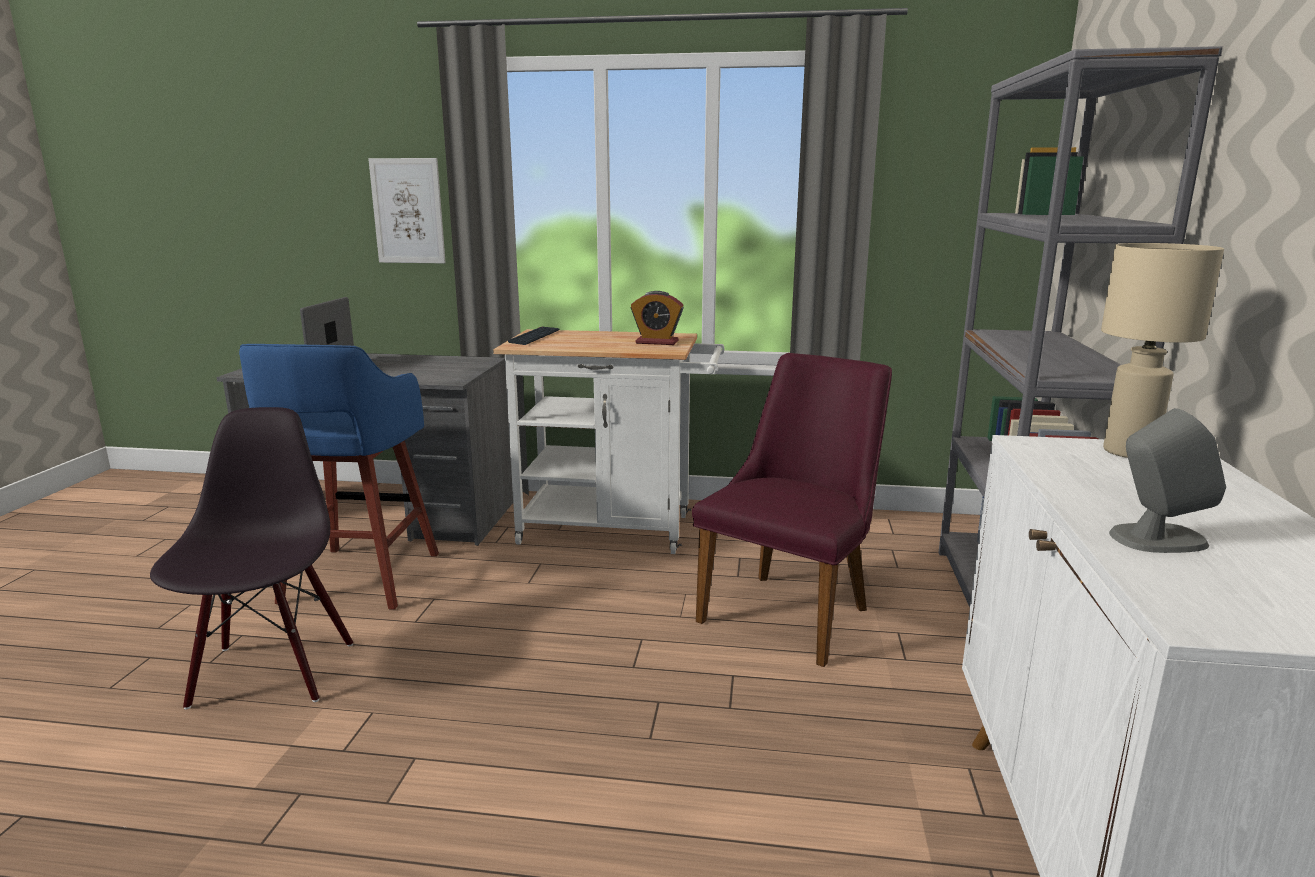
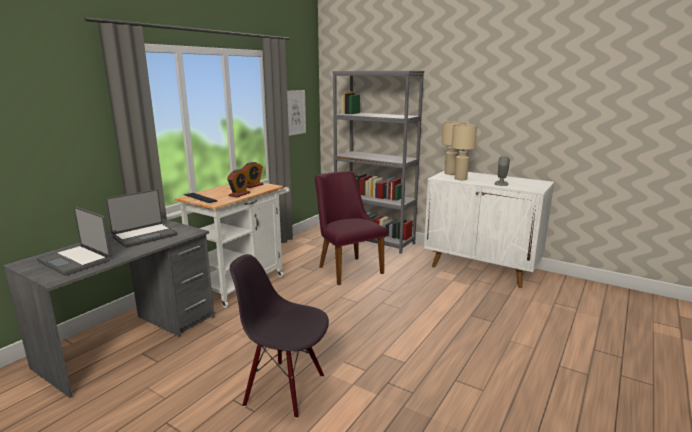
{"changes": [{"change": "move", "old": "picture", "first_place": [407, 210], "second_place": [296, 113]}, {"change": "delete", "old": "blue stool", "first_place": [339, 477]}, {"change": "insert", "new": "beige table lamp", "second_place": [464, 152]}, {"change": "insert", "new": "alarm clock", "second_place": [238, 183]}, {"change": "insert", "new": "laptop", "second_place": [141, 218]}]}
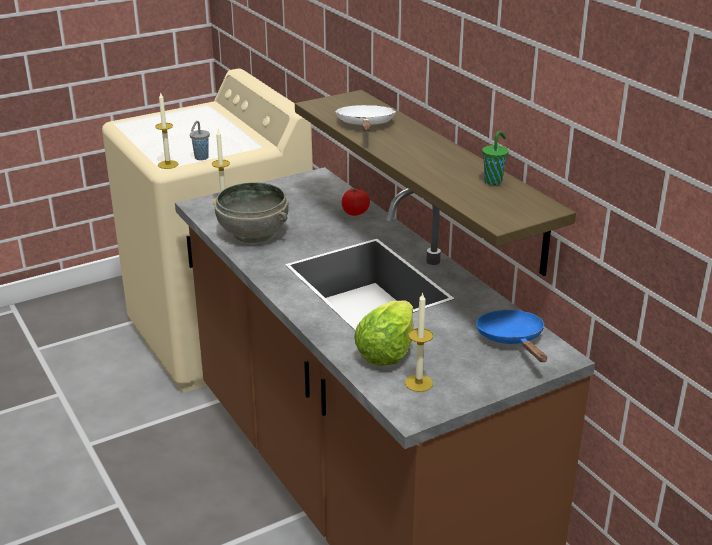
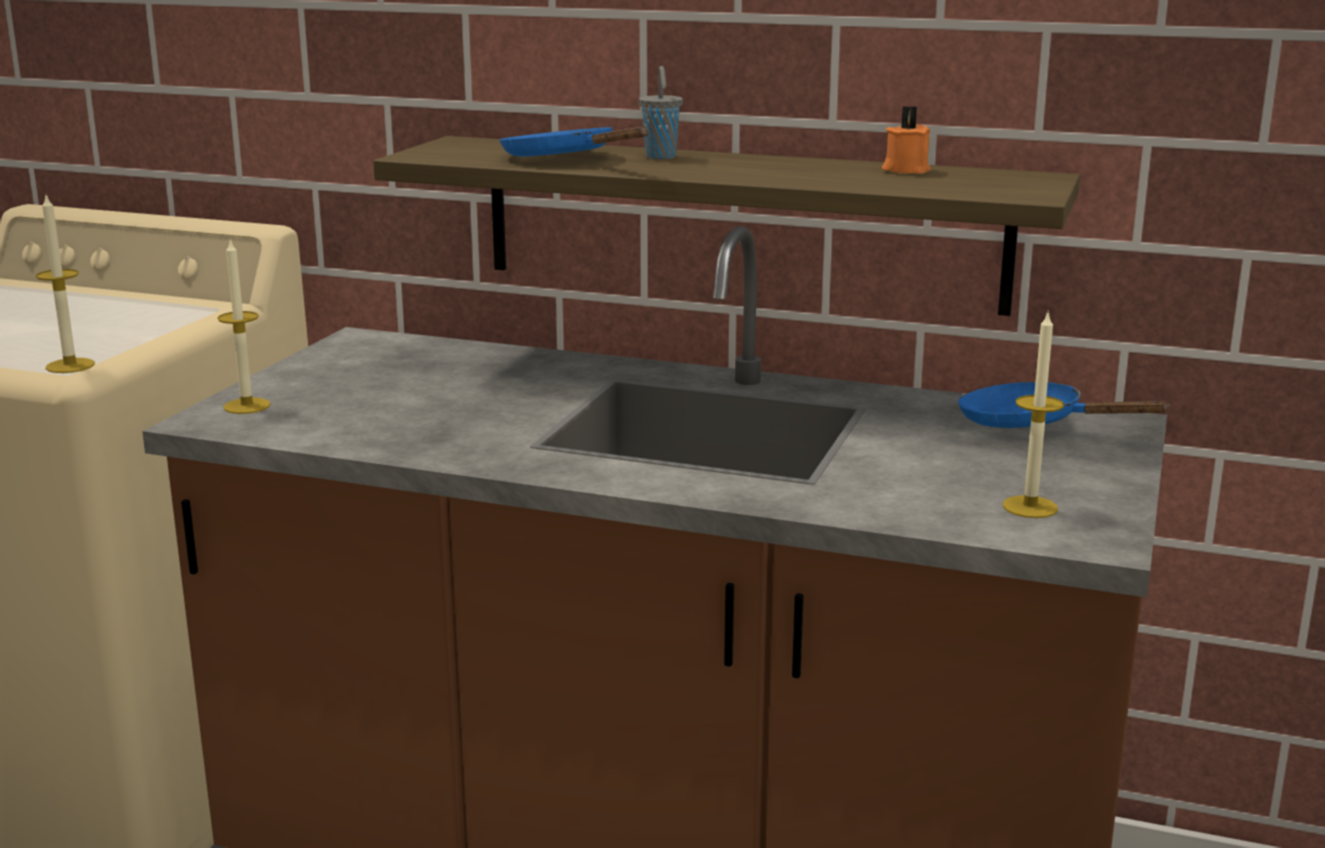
{"changes": [{"change": "recolor", "old": "white frying pan", "new": "blue frying pan", "first_place": [365, 118], "second_place": [573, 142]}, {"change": "move", "old": "grey cup", "first_place": [200, 140], "second_place": [661, 112]}, {"change": "replace", "old": "green cup", "new": "orange candle", "first_place": [495, 158], "second_place": [906, 140]}, {"change": "delete", "old": "grey bowl", "first_place": [252, 212]}, {"change": "delete", "old": "tomato", "first_place": [356, 202]}, {"change": "delete", "old": "lettuce", "first_place": [384, 333]}]}
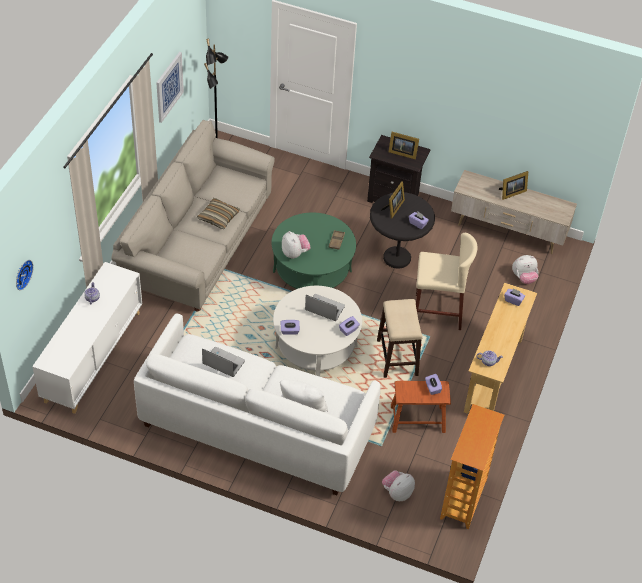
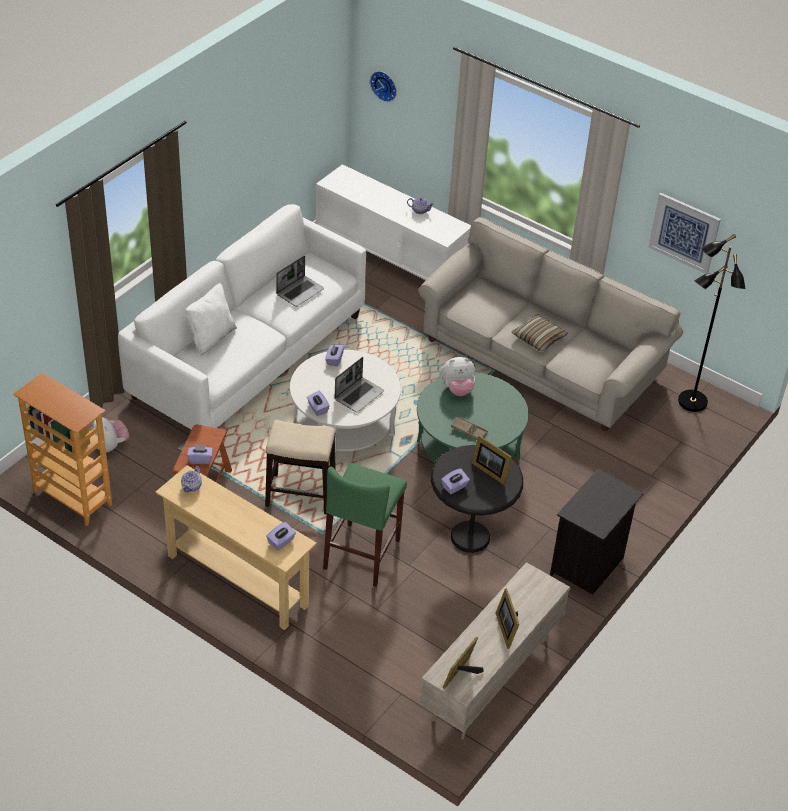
{"changes": [{"change": "move", "old": "picture frame", "first_place": [403, 146], "second_place": [463, 663]}, {"change": "recolor", "old": "beige stool", "new": "green stool", "first_place": [446, 281], "second_place": [365, 525]}, {"change": "delete", "old": "plush toy", "first_place": [525, 269]}]}
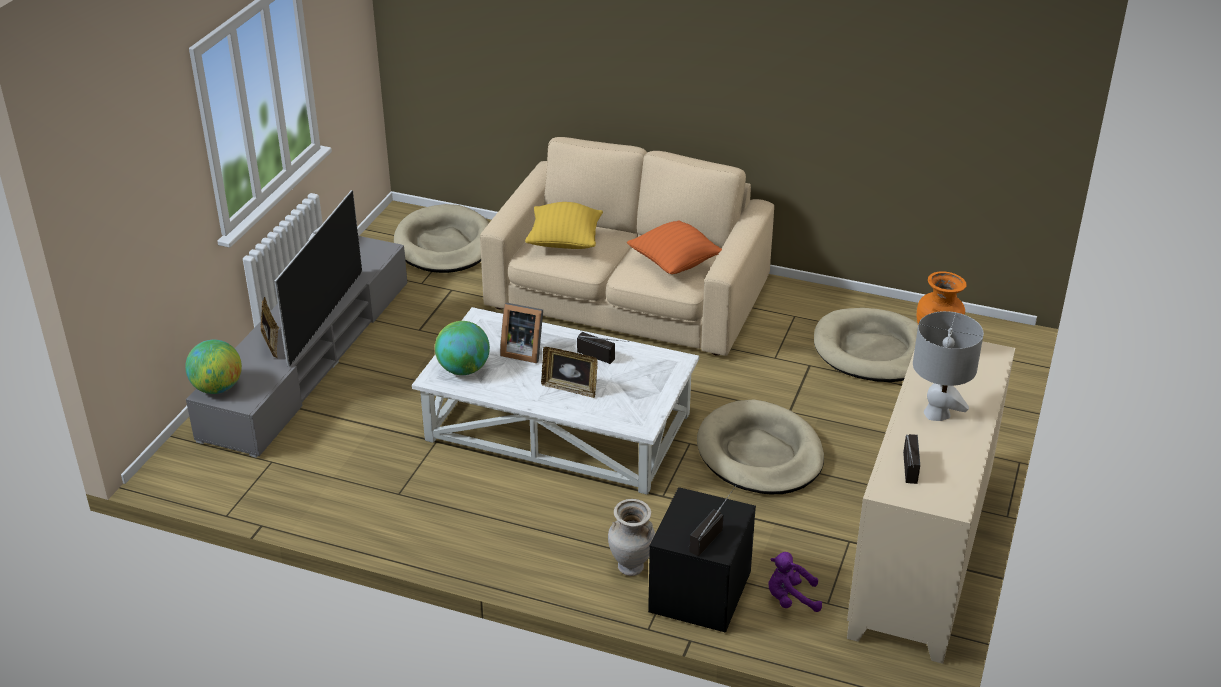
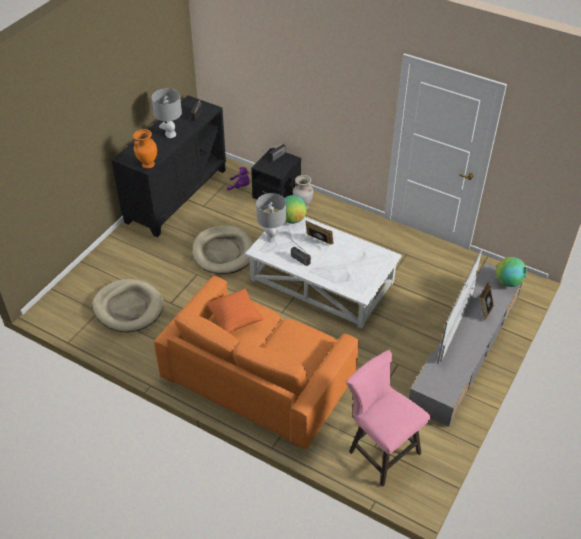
{"changes": [{"change": "recolor", "old": "beige sofa", "new": "orange sofa", "first_place": [627, 246], "second_place": [256, 363]}, {"change": "delete", "old": "yellow pillow", "first_place": [564, 225]}, {"change": "replace", "old": "beige dog bed", "new": "pink stool", "first_place": [441, 238], "second_place": [388, 418]}, {"change": "delete", "old": "picture frame", "first_place": [521, 333]}, {"change": "move", "old": "globe", "first_place": [462, 348], "second_place": [292, 209]}, {"change": "recolor", "old": "beige cabinet", "new": "black cabinet", "first_place": [931, 502], "second_place": [168, 166]}, {"change": "insert", "new": "grey table lamp", "second_place": [271, 218]}]}
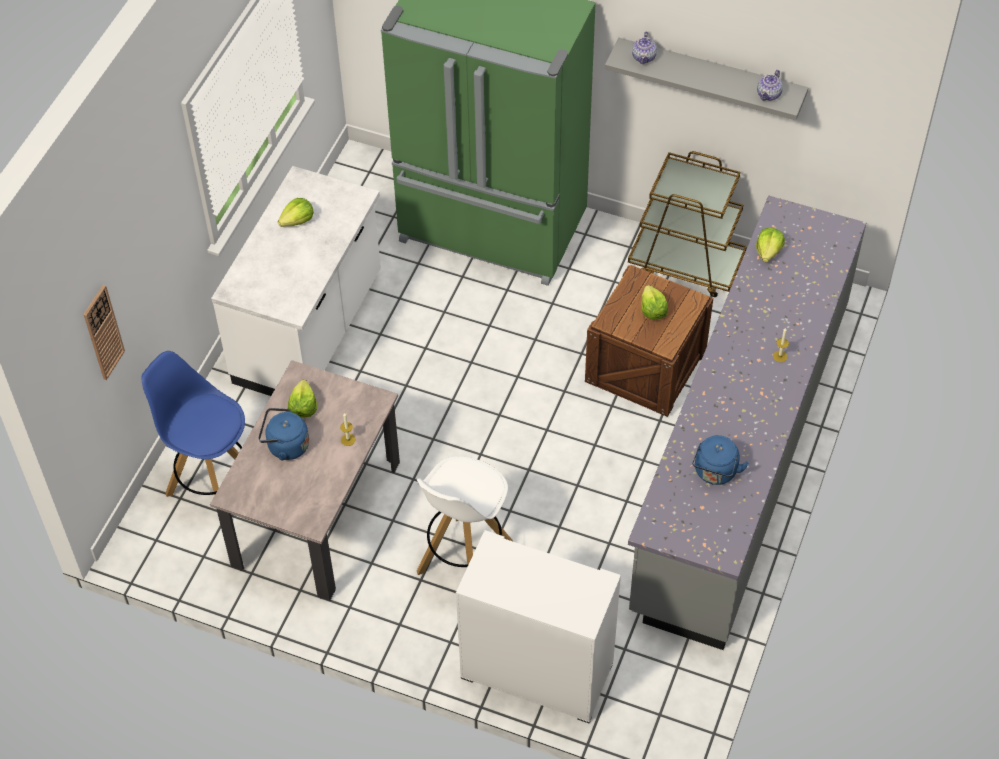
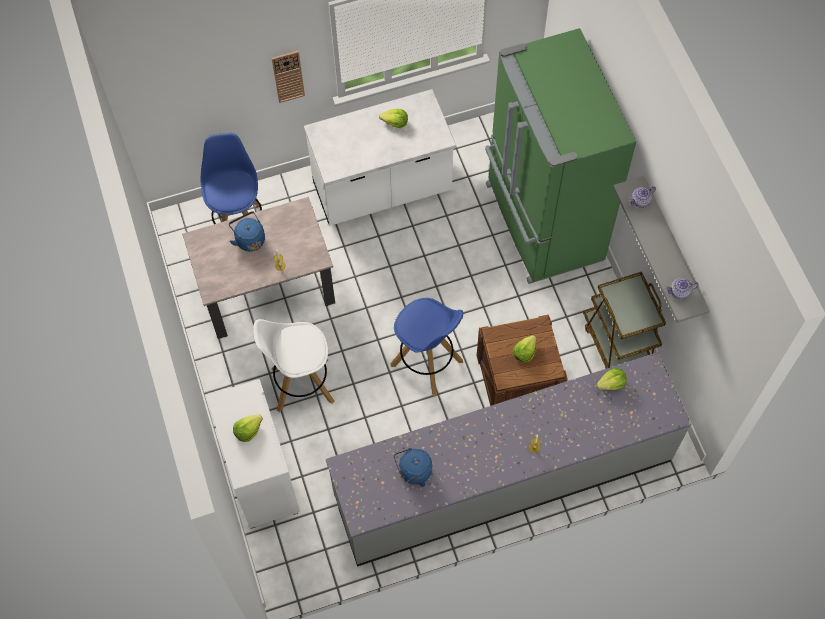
{"changes": [{"change": "move", "old": "wall clock", "first_place": [104, 332], "second_place": [288, 77]}, {"change": "move", "old": "lettuce", "first_place": [302, 399], "second_place": [248, 428]}, {"change": "insert", "new": "blue stool", "second_place": [426, 347]}]}
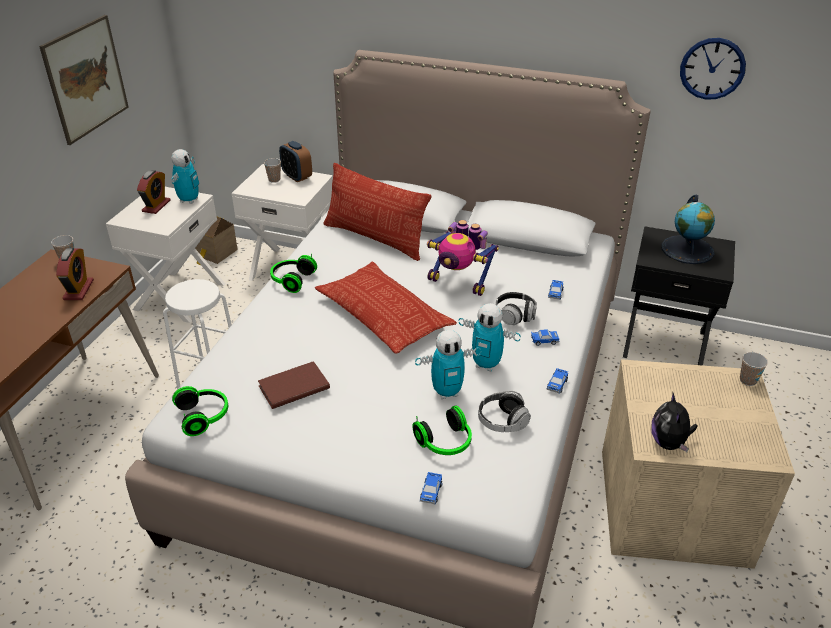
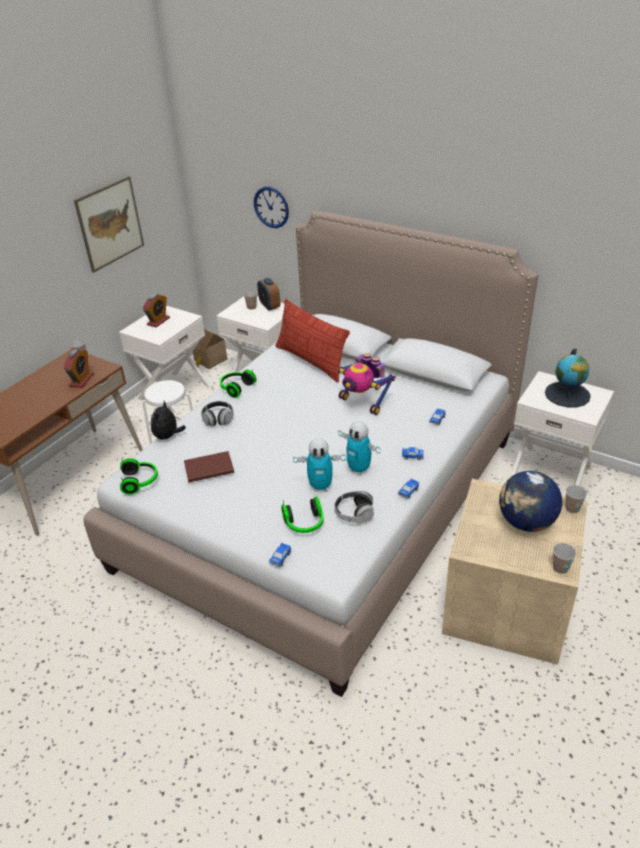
{"changes": [{"change": "move", "old": "wall clock", "first_place": [713, 68], "second_place": [271, 207]}, {"change": "delete", "old": "toy robot", "first_place": [185, 176]}, {"change": "recolor", "old": "black nightstand", "new": "white nightstand", "first_place": [679, 296], "second_place": [562, 428]}, {"change": "delete", "old": "pillow", "first_place": [386, 308]}, {"change": "move", "old": "headphones", "first_place": [516, 308], "second_place": [217, 413]}, {"change": "move", "old": "plush toy", "first_place": [674, 421], "second_place": [168, 420]}, {"change": "insert", "new": "globe", "second_place": [530, 501]}, {"change": "insert", "new": "cup", "second_place": [564, 558]}]}
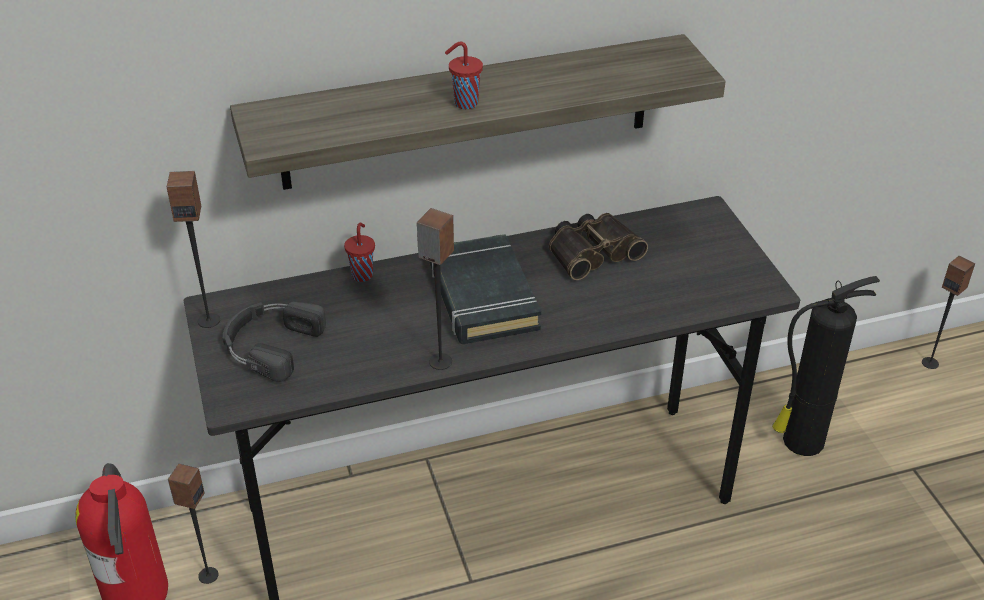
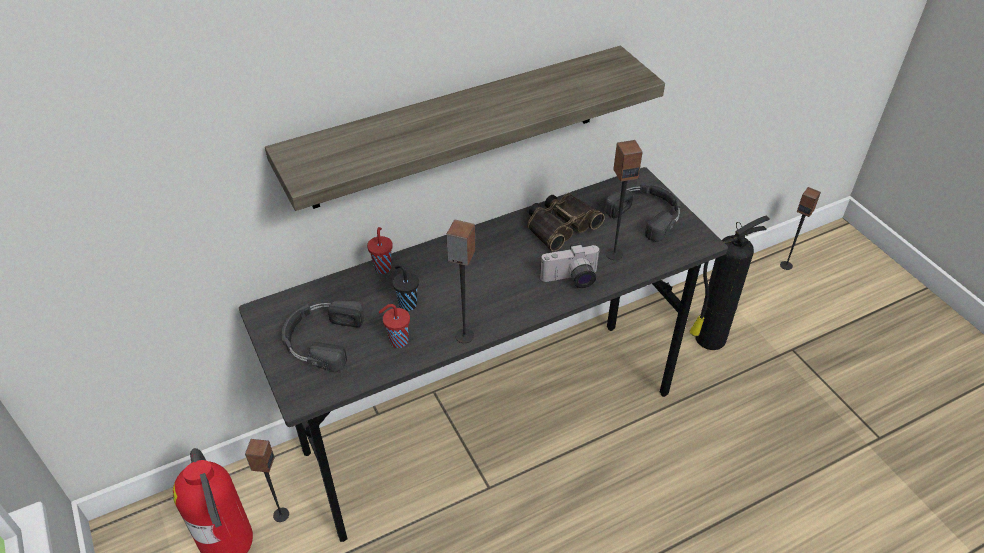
{"changes": [{"change": "move", "old": "red cup", "first_place": [464, 75], "second_place": [394, 326]}, {"change": "move", "old": "speaker", "first_place": [193, 249], "second_place": [624, 200]}, {"change": "delete", "old": "black book", "first_place": [485, 289]}, {"change": "insert", "new": "black headphones", "second_place": [643, 213]}, {"change": "insert", "new": "photo camera", "second_place": [570, 265]}, {"change": "insert", "new": "black cup", "second_place": [406, 288]}]}
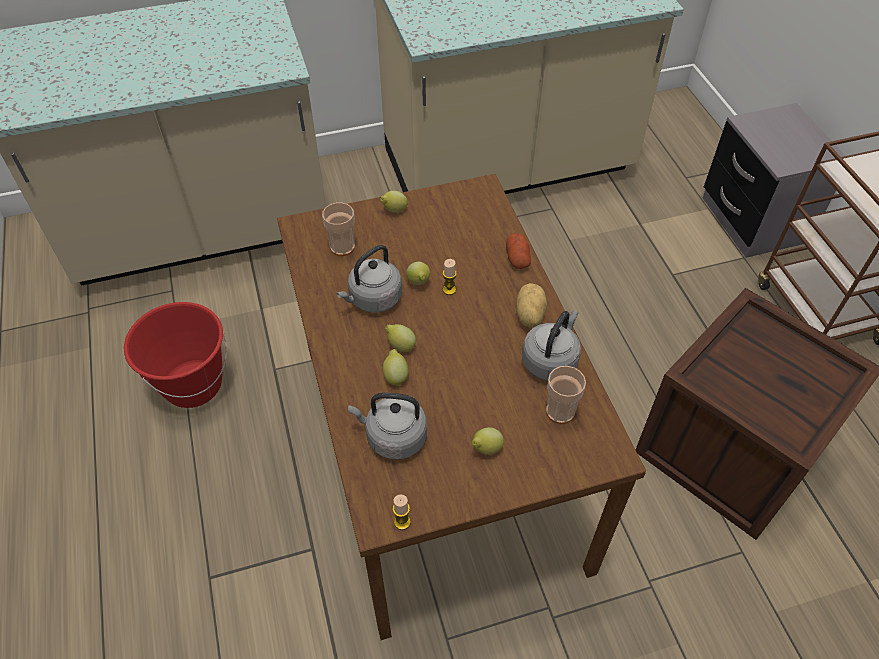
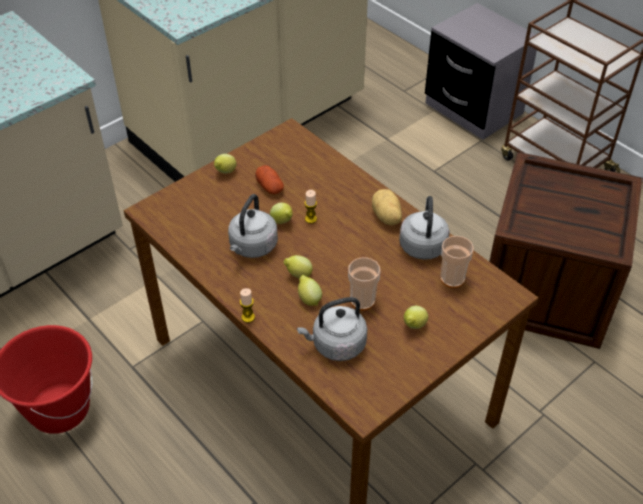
{"changes": [{"change": "move", "old": "cup", "first_place": [338, 229], "second_place": [364, 283]}, {"change": "move", "old": "potato", "first_place": [518, 251], "second_place": [269, 179]}, {"change": "move", "old": "candle", "first_place": [402, 512], "second_place": [247, 305]}]}
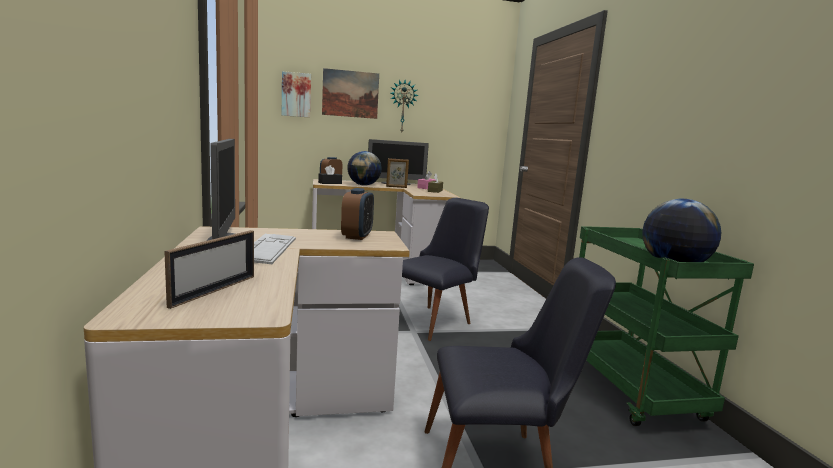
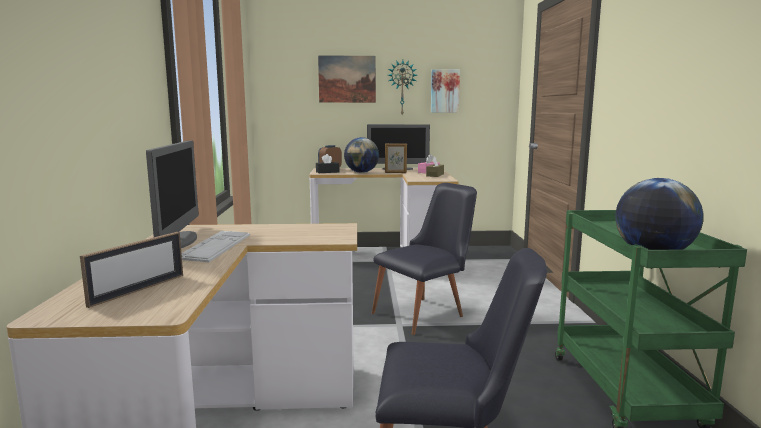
{"changes": [{"change": "move", "old": "picture", "first_place": [296, 94], "second_place": [445, 91]}, {"change": "delete", "old": "alarm clock", "first_place": [357, 214]}]}
